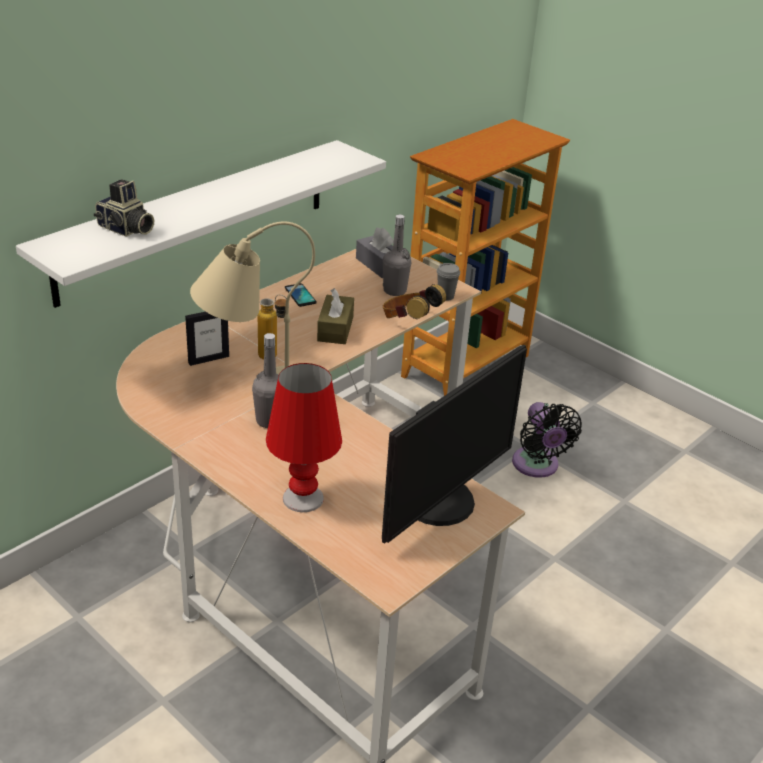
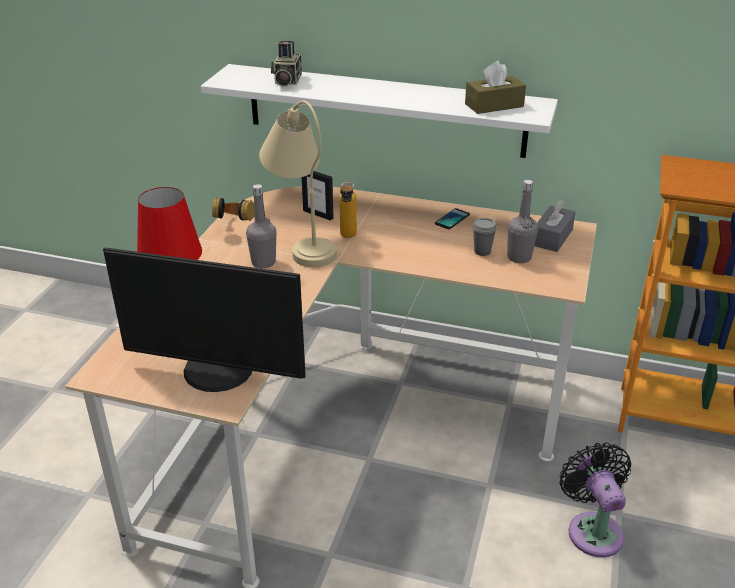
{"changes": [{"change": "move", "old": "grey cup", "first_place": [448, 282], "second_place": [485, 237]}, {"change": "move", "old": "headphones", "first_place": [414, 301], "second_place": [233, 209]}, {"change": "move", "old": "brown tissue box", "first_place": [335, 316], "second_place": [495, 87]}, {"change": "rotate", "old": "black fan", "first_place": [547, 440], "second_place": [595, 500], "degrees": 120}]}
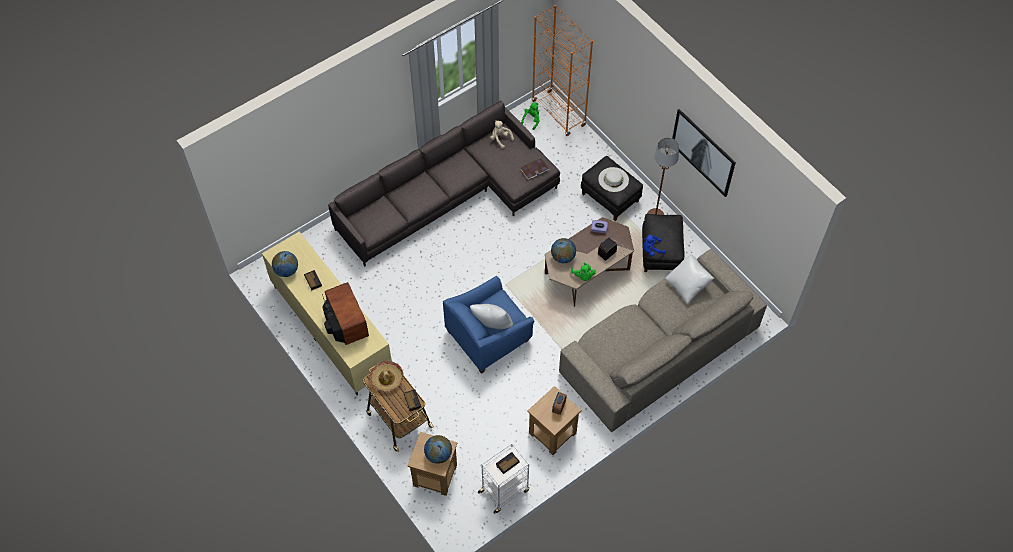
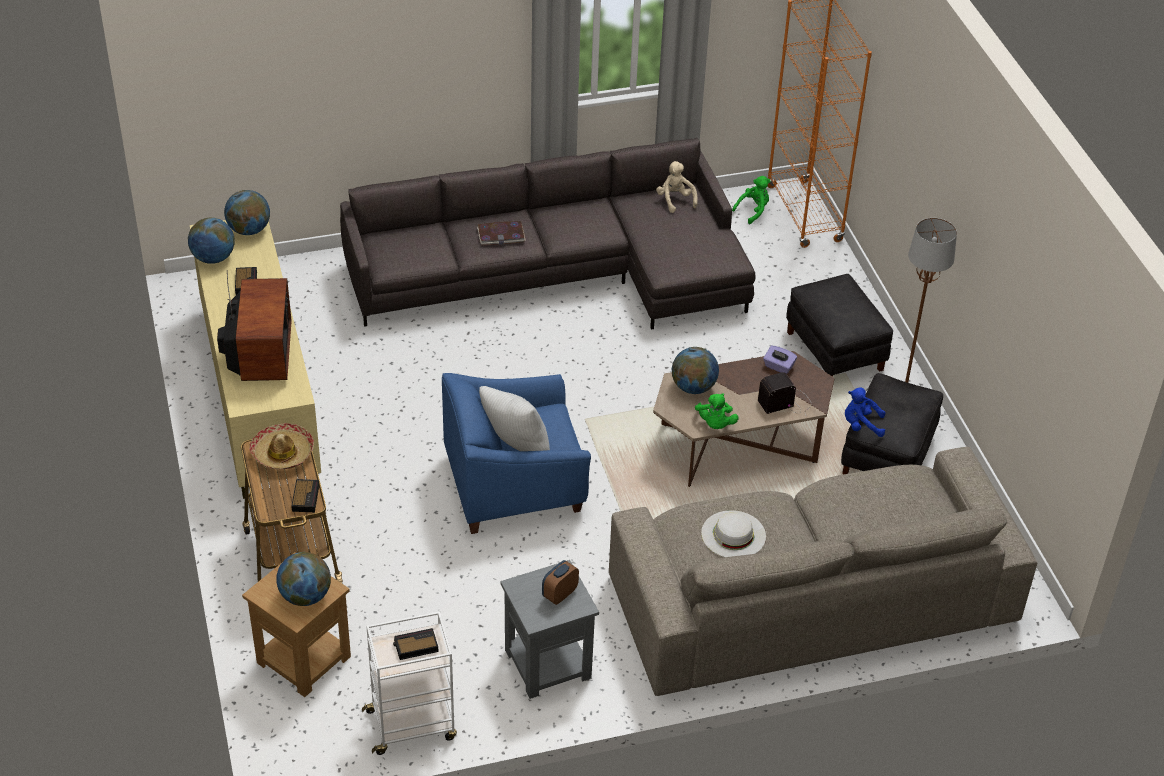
{"changes": [{"change": "delete", "old": "picture", "first_place": [704, 153]}, {"change": "move", "old": "book", "first_place": [534, 169], "second_place": [501, 233]}, {"change": "move", "old": "white hat", "first_place": [613, 179], "second_place": [733, 533]}, {"change": "delete", "old": "white pillow", "first_place": [690, 280]}, {"change": "recolor", "old": "brown side table", "new": "grey side table", "first_place": [554, 420], "second_place": [549, 629]}, {"change": "insert", "new": "globe", "second_place": [247, 212]}]}
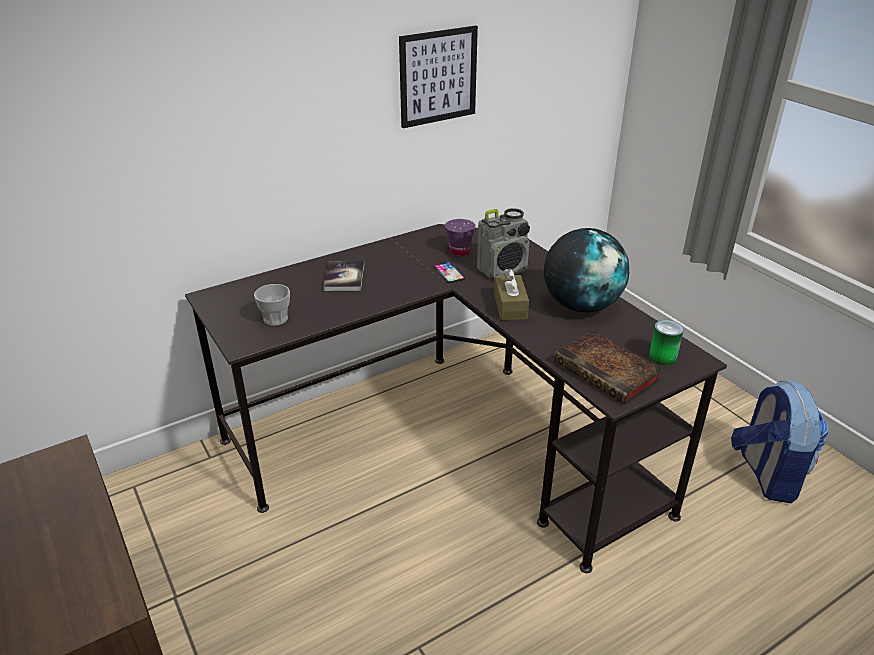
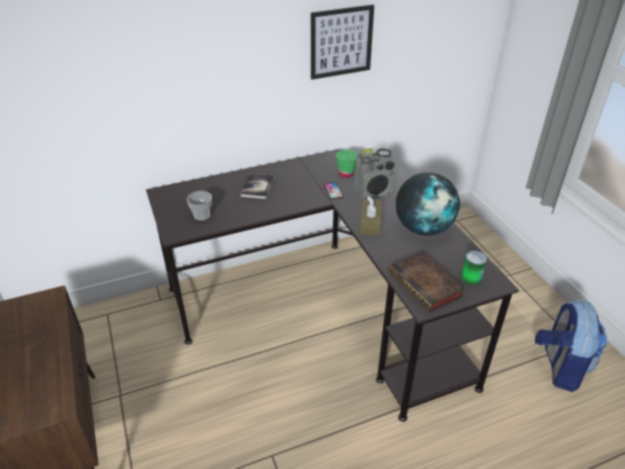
{"changes": [{"change": "recolor", "old": "purple cup", "new": "green cup", "first_place": [460, 237], "second_place": [347, 164]}]}
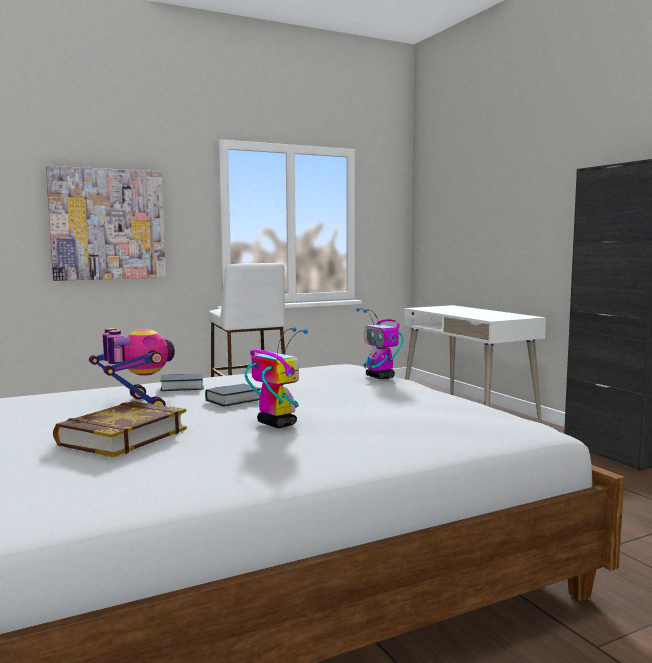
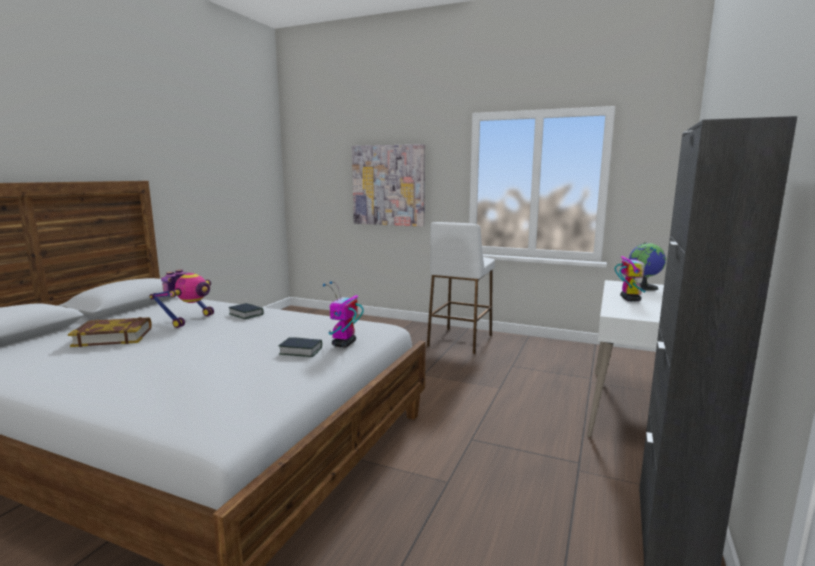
{"changes": [{"change": "move", "old": "toy robot", "first_place": [276, 377], "second_place": [635, 274]}, {"change": "move", "old": "book", "first_place": [233, 395], "second_place": [300, 347]}, {"change": "insert", "new": "globe", "second_place": [647, 266]}]}
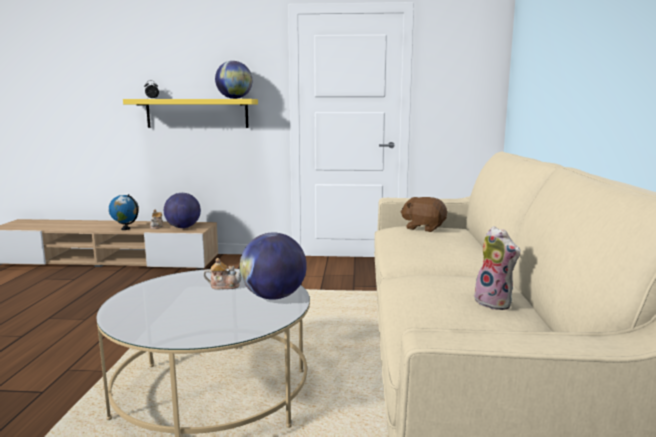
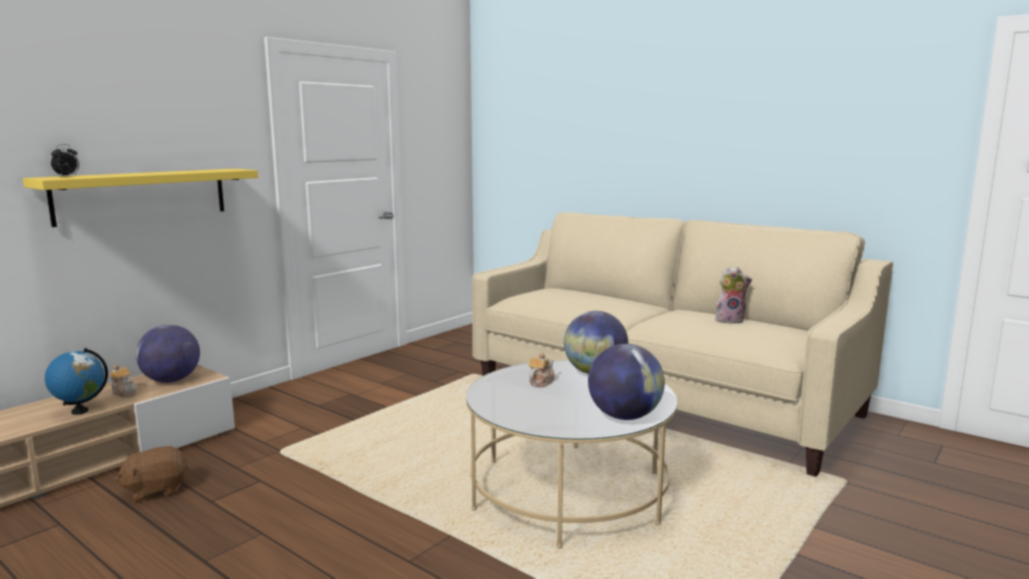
{"changes": [{"change": "move", "old": "globe", "first_place": [233, 80], "second_place": [626, 382]}, {"change": "move", "old": "brown plush toy", "first_place": [423, 214], "second_place": [152, 474]}]}
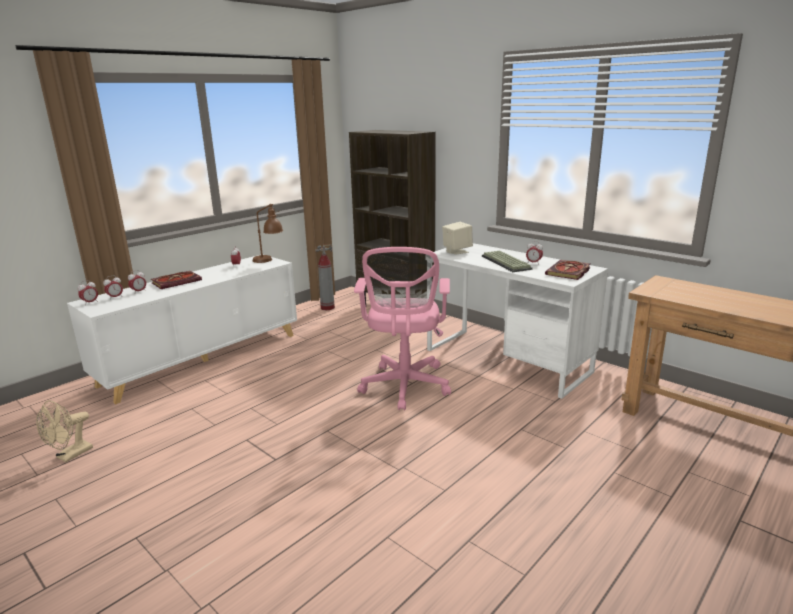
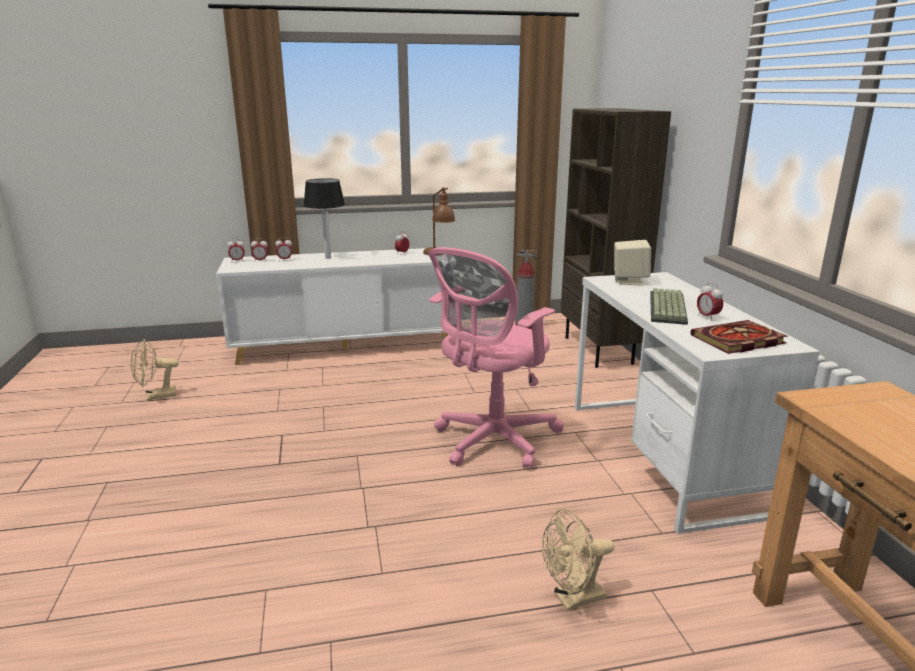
{"changes": [{"change": "replace", "old": "book", "new": "table lamp", "first_place": [176, 280], "second_place": [324, 218]}, {"change": "insert", "new": "beige fan", "second_place": [578, 559]}]}
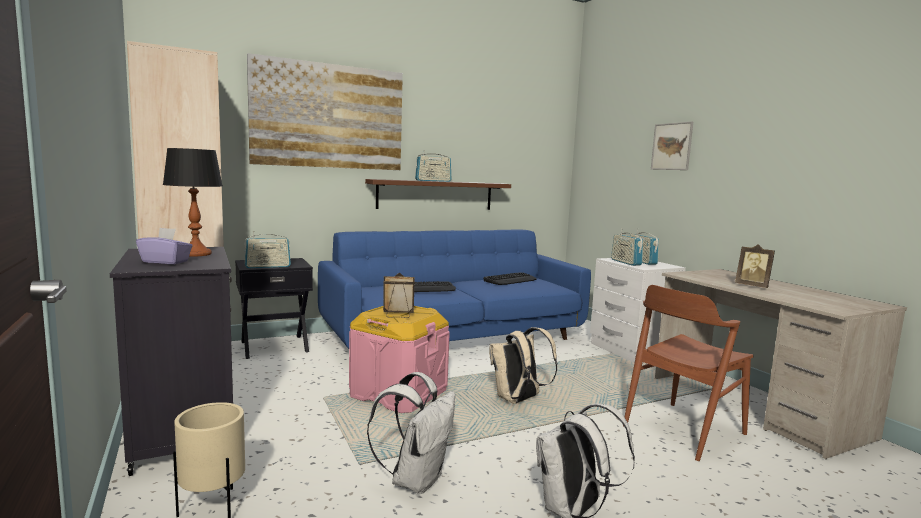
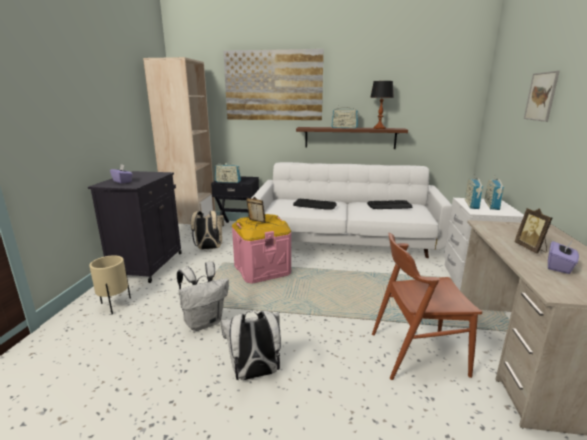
{"changes": [{"change": "move", "old": "table lamp", "first_place": [193, 202], "second_place": [382, 105]}, {"change": "recolor", "old": "blue sofa", "new": "white sofa", "first_place": [454, 289], "second_place": [351, 210]}, {"change": "move", "old": "beige backpack", "first_place": [523, 365], "second_place": [207, 230]}, {"change": "insert", "new": "purple tissue box", "second_place": [563, 257]}]}
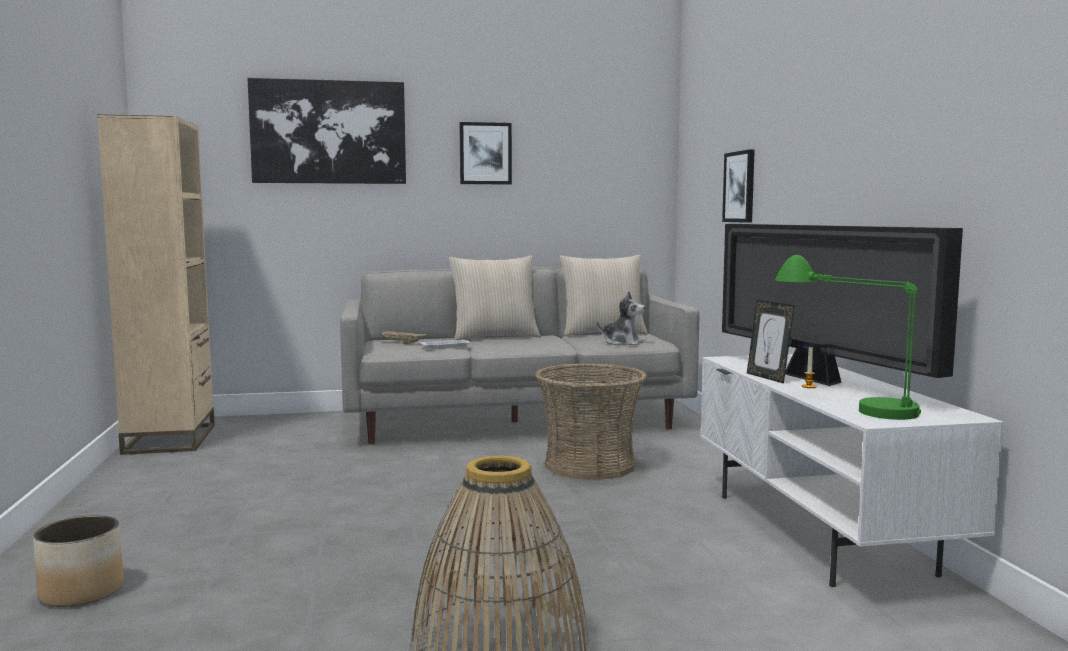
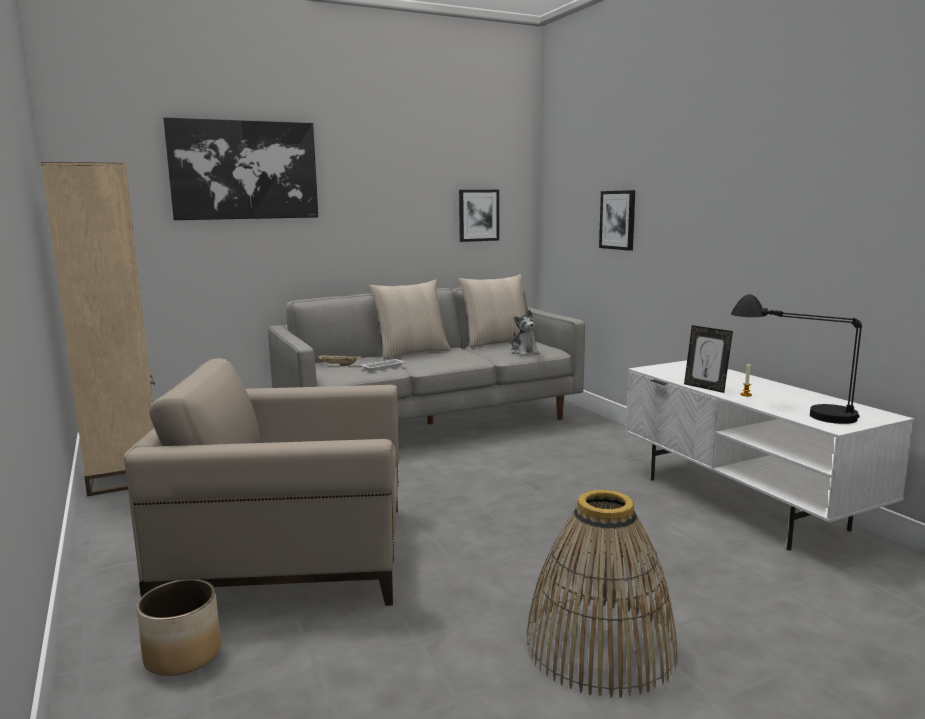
{"changes": [{"change": "move", "old": "picture", "first_place": [485, 153], "second_place": [479, 216]}, {"change": "delete", "old": "television", "first_place": [842, 305]}, {"change": "recolor", "old": "green table lamp", "new": "black table lamp", "first_place": [848, 337], "second_place": [797, 359]}, {"change": "rotate", "old": "plush toy", "first_place": [621, 318], "second_place": [525, 333], "degrees": 60}, {"change": "delete", "old": "basket", "first_place": [591, 421]}, {"change": "insert", "new": "beige armchair", "second_place": [261, 482]}]}
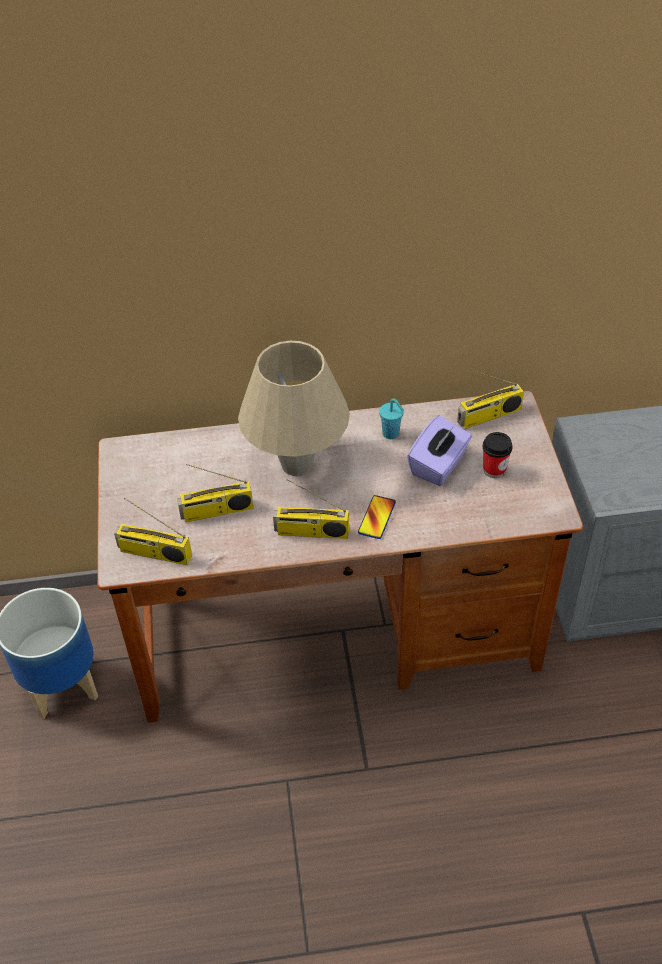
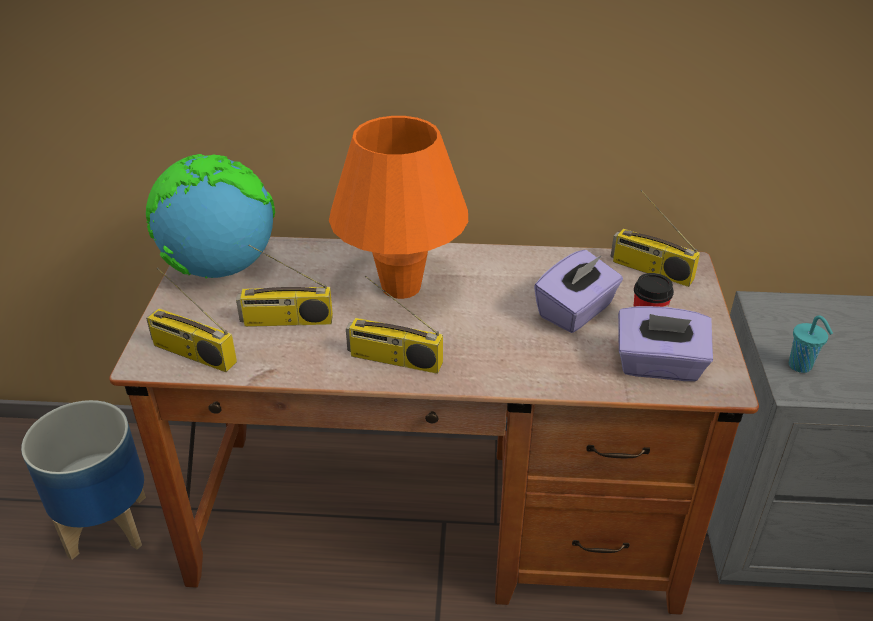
{"changes": [{"change": "recolor", "old": "beige table lamp", "new": "orange table lamp", "first_place": [294, 408], "second_place": [398, 207]}, {"change": "rotate", "old": "radio", "first_place": [490, 399], "second_place": [655, 238], "degrees": 45}, {"change": "move", "old": "turquoise cup", "first_place": [391, 418], "second_place": [811, 344]}, {"change": "delete", "old": "phone", "first_place": [377, 517]}, {"change": "insert", "new": "globe", "second_place": [210, 216]}, {"change": "insert", "new": "purple tissue box", "second_place": [665, 343]}]}
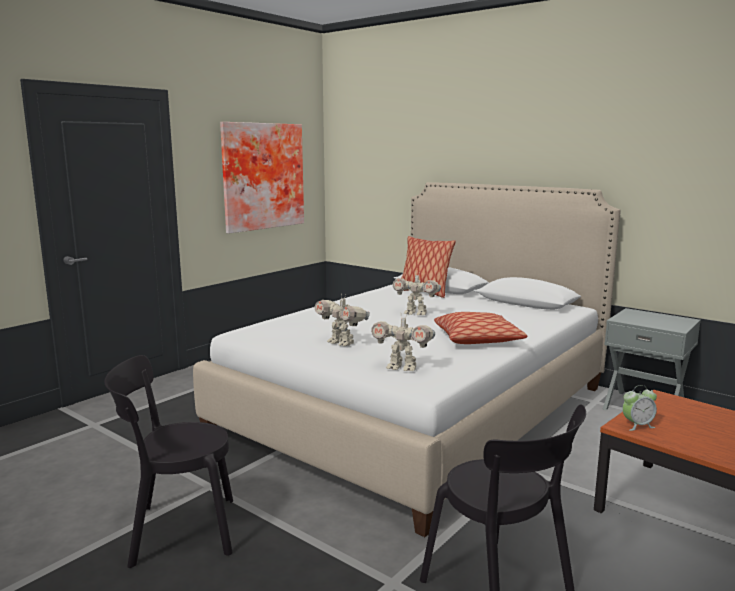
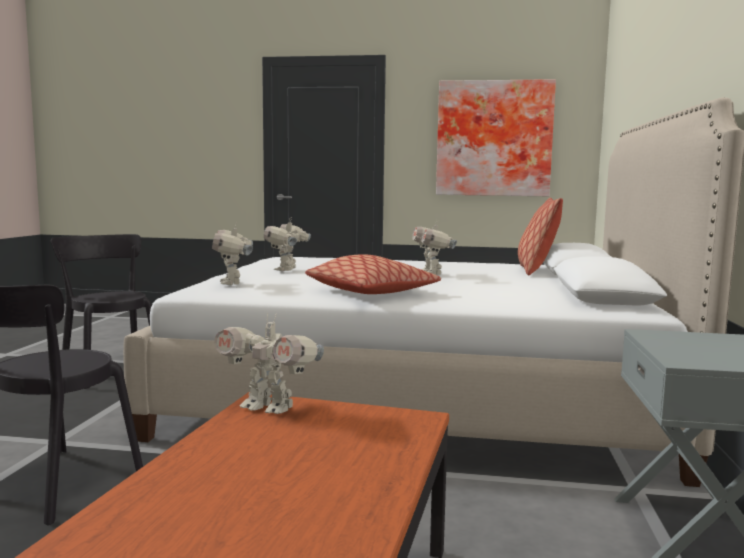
{"changes": [{"change": "replace", "old": "alarm clock", "new": "toy robot", "first_place": [640, 408], "second_place": [269, 363]}]}
